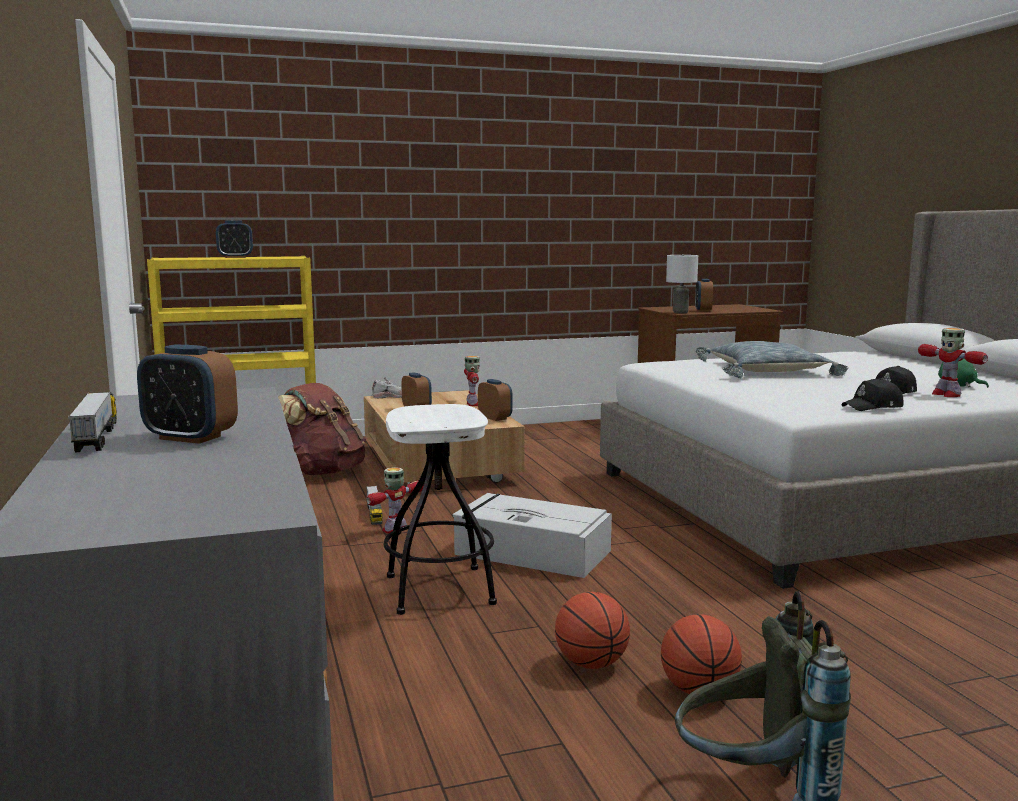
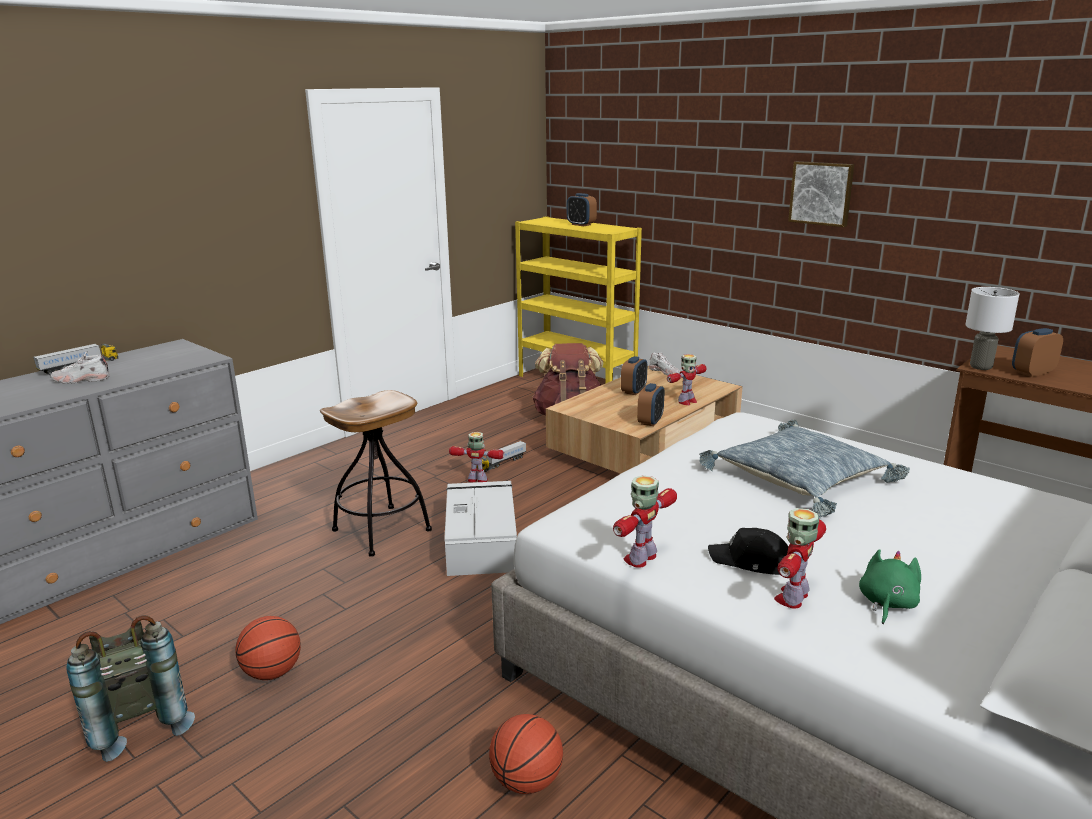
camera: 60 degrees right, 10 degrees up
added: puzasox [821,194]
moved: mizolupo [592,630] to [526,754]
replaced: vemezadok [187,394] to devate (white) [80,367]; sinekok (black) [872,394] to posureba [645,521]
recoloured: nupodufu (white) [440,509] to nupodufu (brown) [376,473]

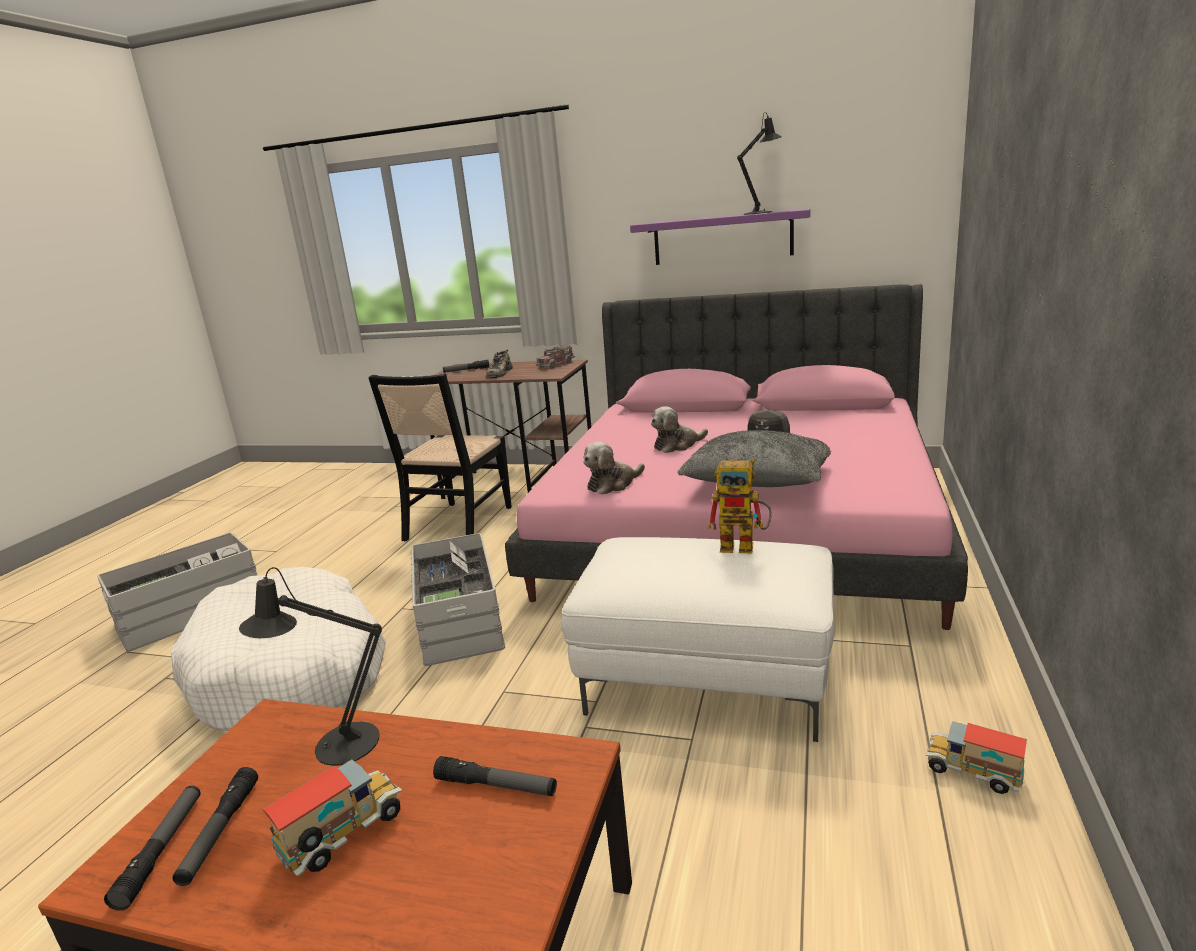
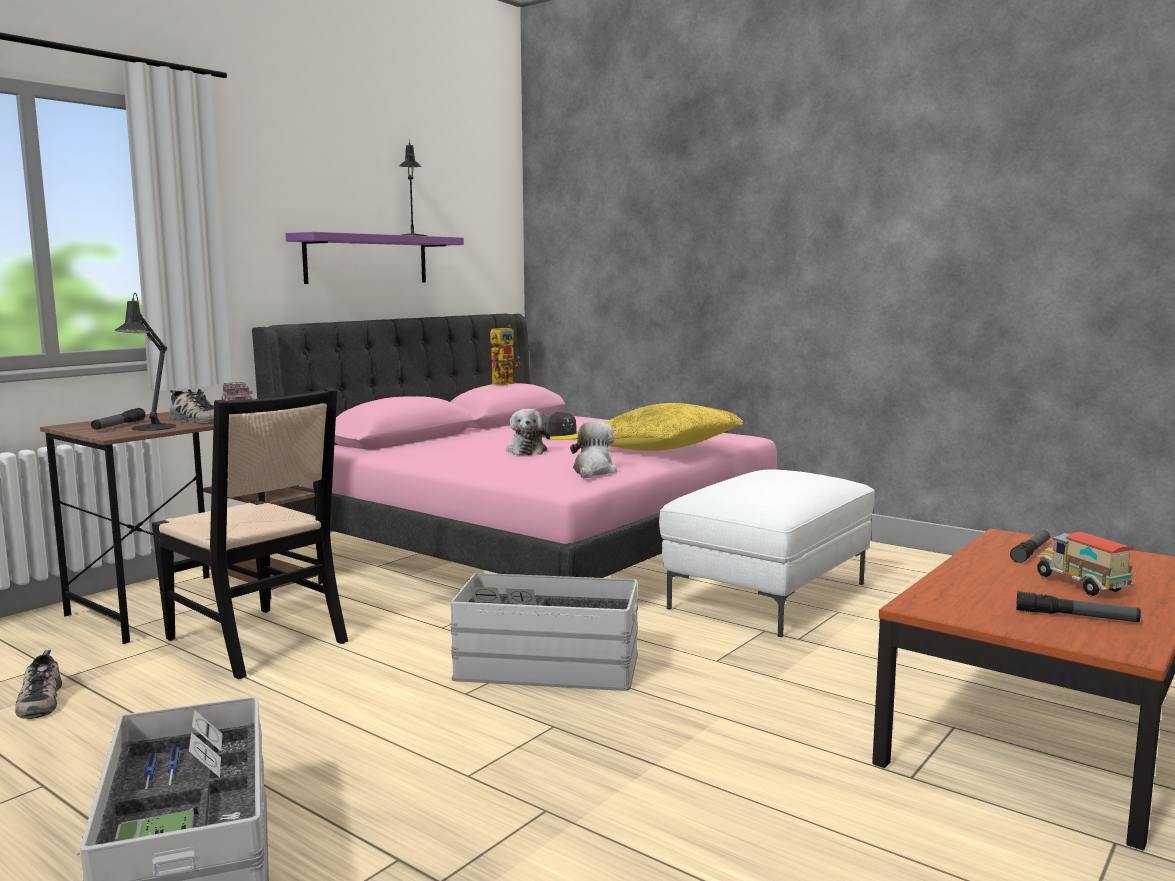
camera: 70 degrees left, 10 degrees down
removed: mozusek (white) [278,649]; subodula [976,757]; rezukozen [152,848]
added: devate [38,684]
moved: posureba [740,506] to [505,355]; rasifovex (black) [310,666] to [145,362]
recoloured: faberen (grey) [754,458] to faberen (yellow) [674,427]
turned: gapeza [614,468] = [593,449] 150 degrees counterclockwise

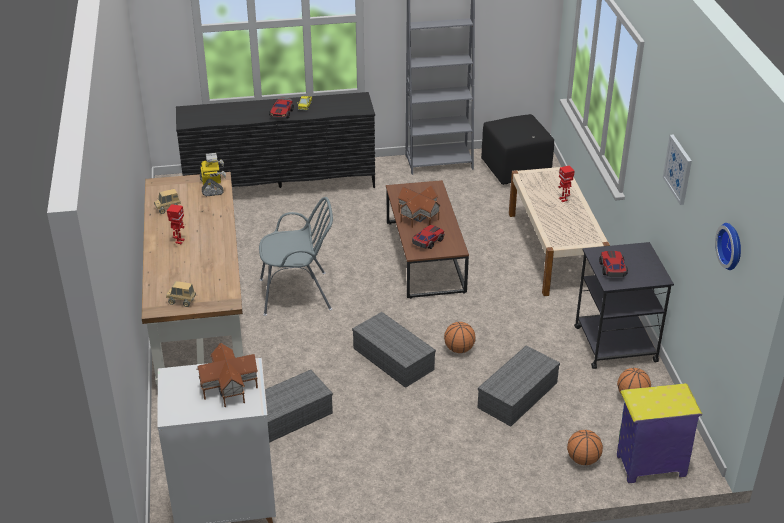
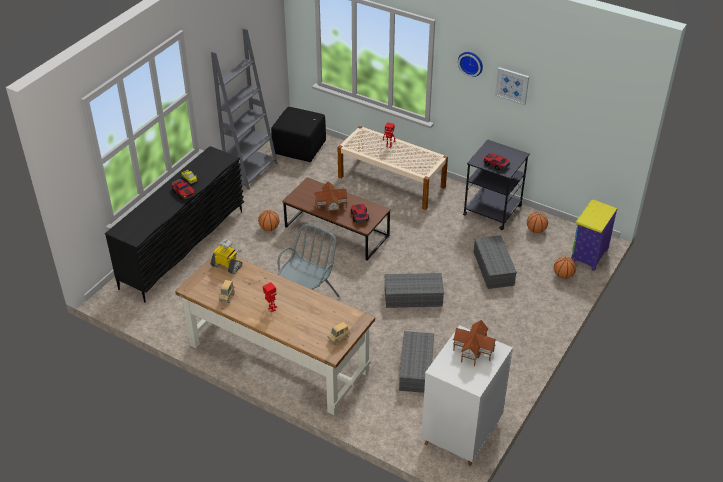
camera: 50 degrees left, 5 degrees up
moved: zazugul [728,246] to [470,64]; mizolupo [460,337] to [268,220]

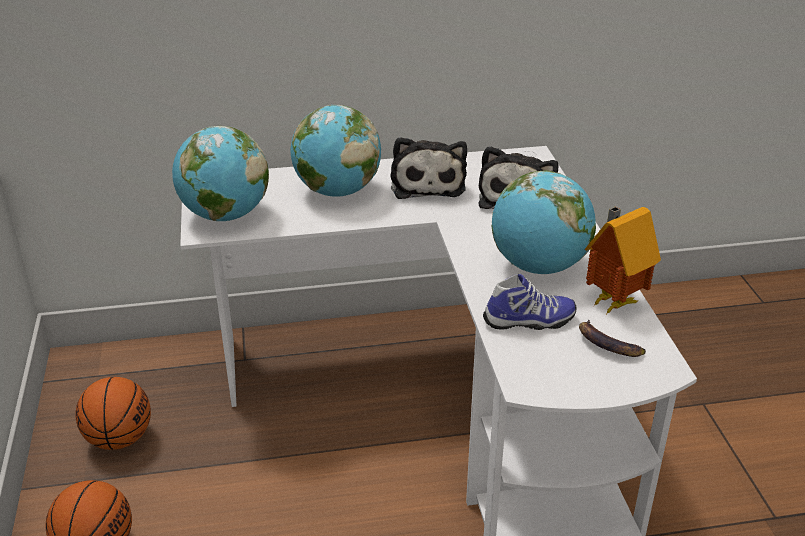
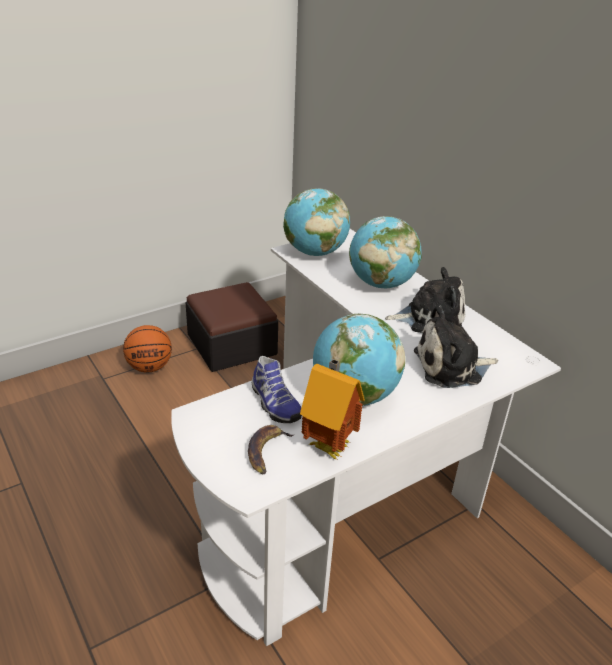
camera: 65 degrees right, 0 degrees up
replaced: mizolupo [113,413] to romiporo [232,327]
turned: gapeza [429,168] = [425,300] 150 degrees counterclockwise

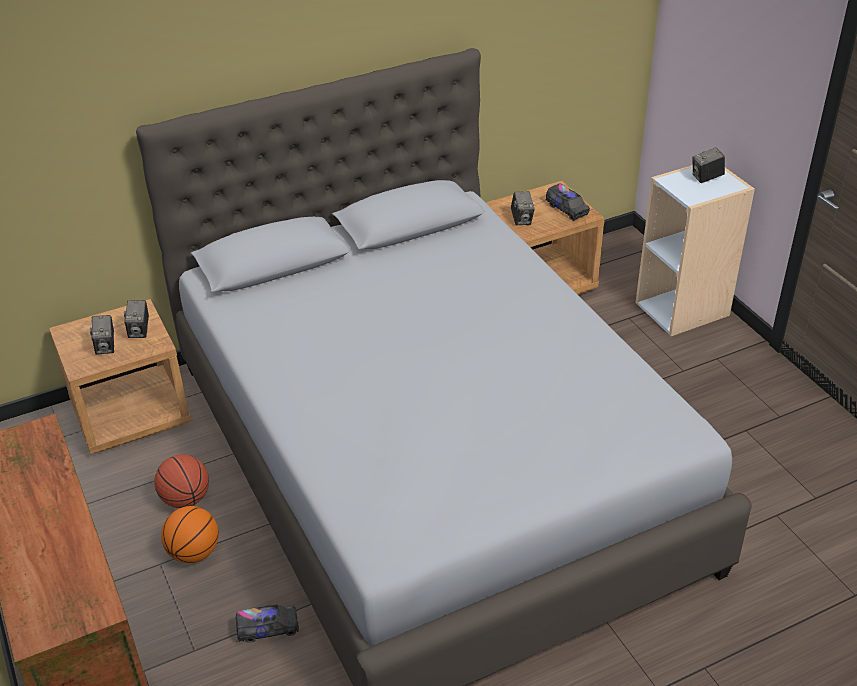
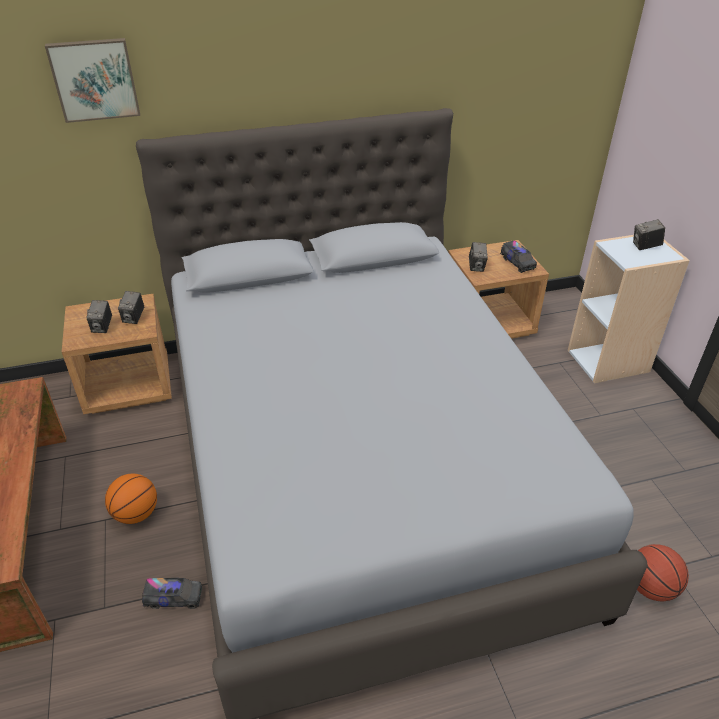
camera: 10 degrees right, 0 degrees up
added: puzasox [92,80]
moved: mizolupo [181,481] to [663,573]

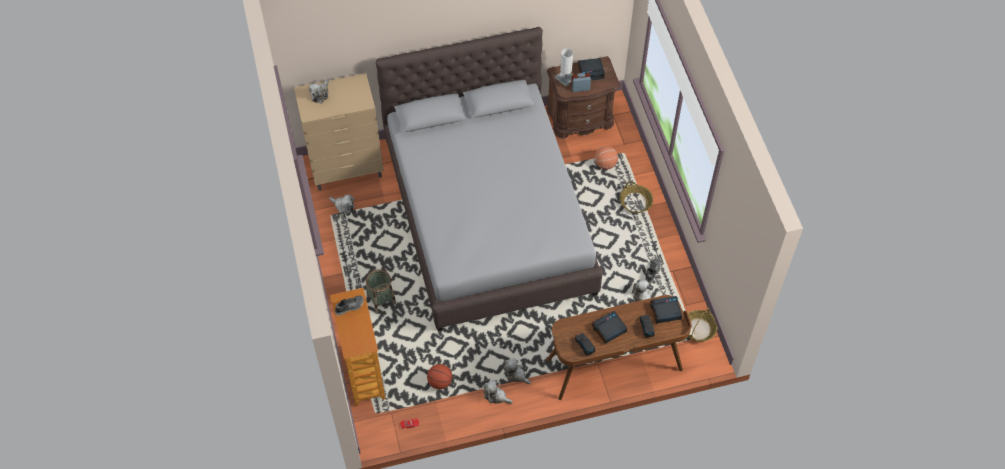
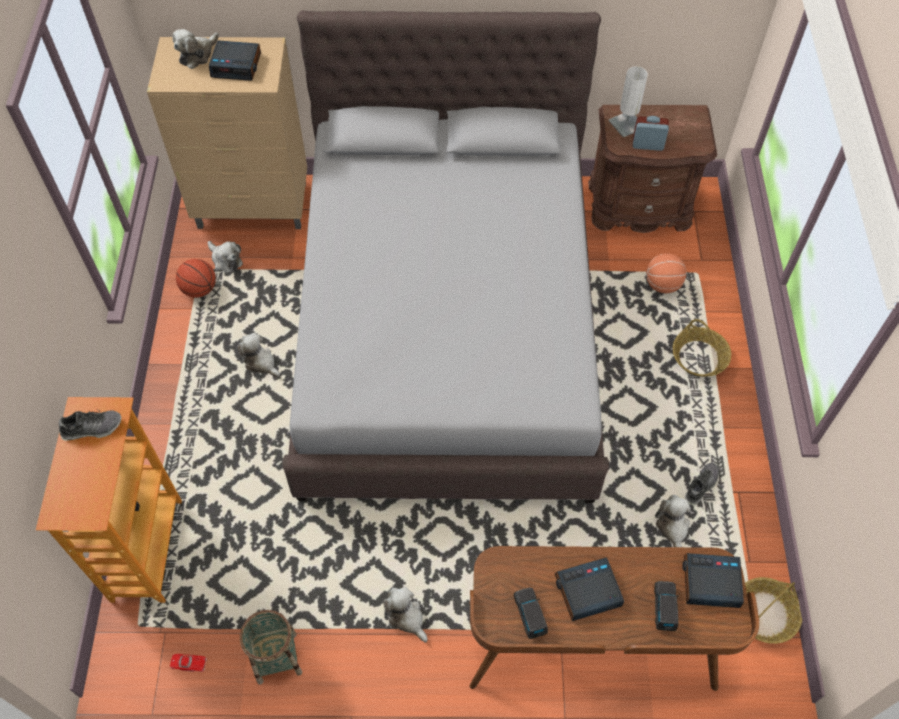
camera: 15 degrees right, 0 degrees up
moved: vemezadok [591,69] to [235,60]; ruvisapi [381,291] to [271,647]; mizolupo [439,376] to [196,278]; gapeza [498,392] to [258,355]

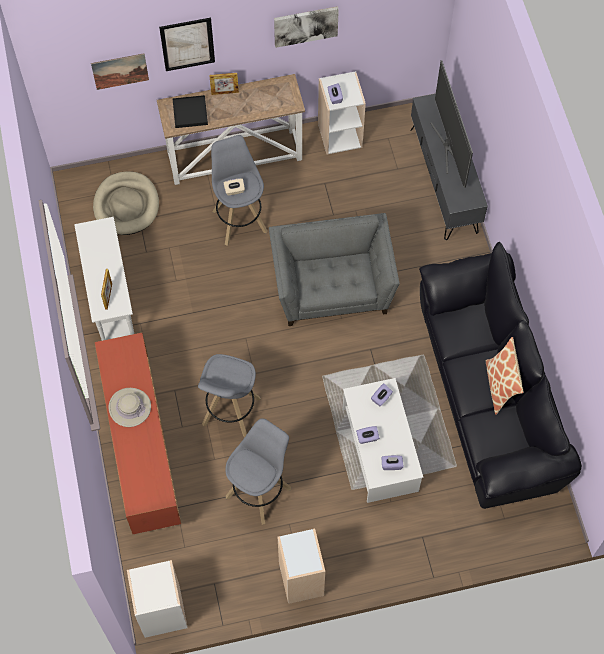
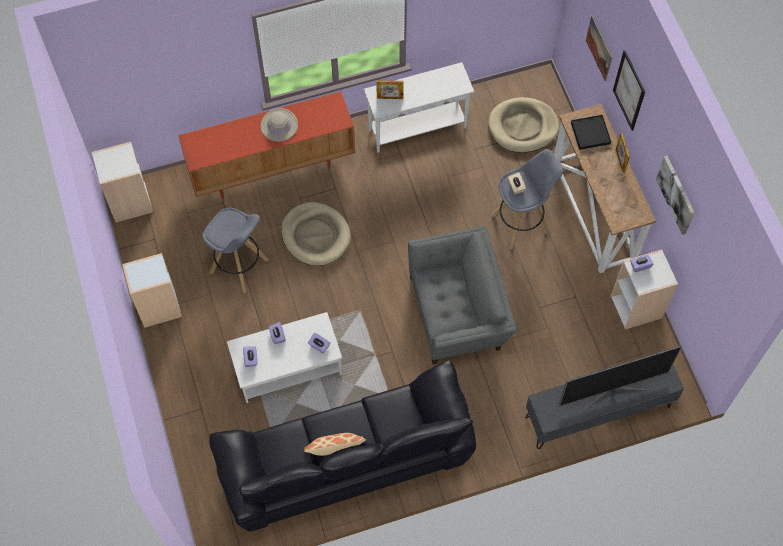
camera: 85 degrees right, 0 degrees up
replaced: nupodufu (grey) [229,396] to mozusek (beige) [316,234]

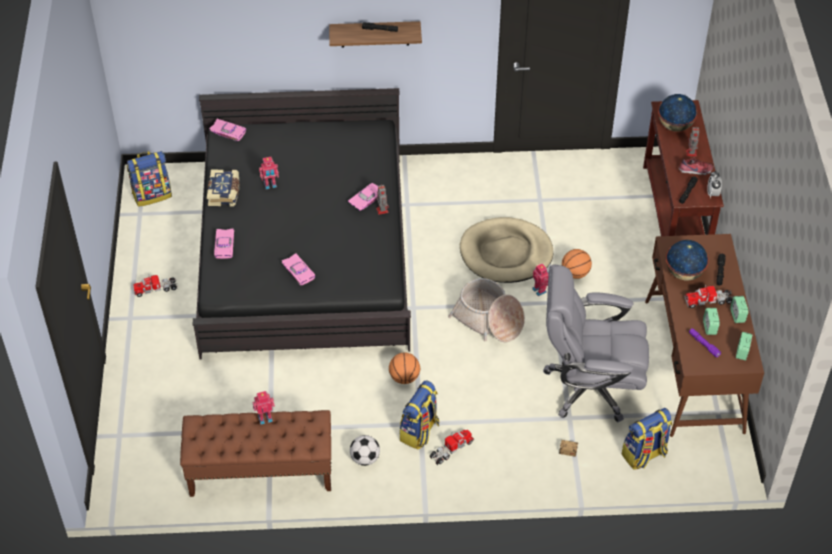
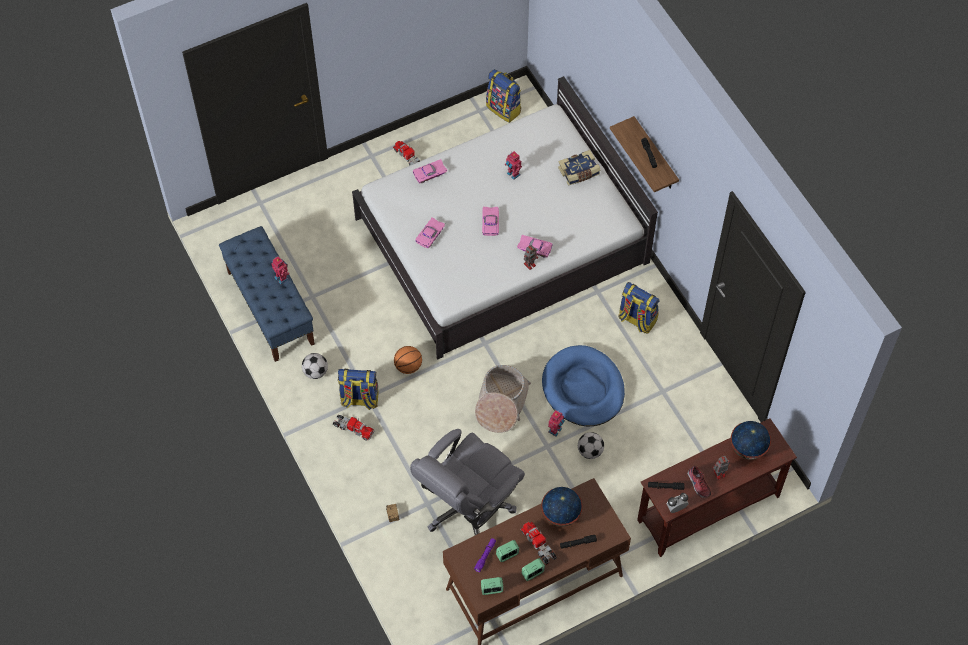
camera: 65 degrees right, 10 degrees up
moved: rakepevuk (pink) [227,130] to [490,221]; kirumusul [223,188] to [579,168]; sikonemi [647,439] to [639,308]
replaced: mizolupo [577,264] to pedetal [591,445]
recoloured: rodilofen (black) [301,224] to rodilofen (white) [505,218]; mozusek (beige) [506,250] to mozusek (blue) [583,385]; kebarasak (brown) [255,453] to kebarasak (blue) [267,294]
turned: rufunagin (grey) [596,343] = [467,482] 120 degrees counterclockwise

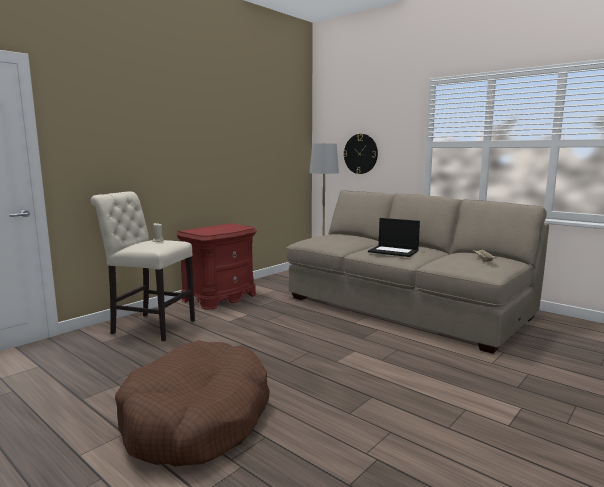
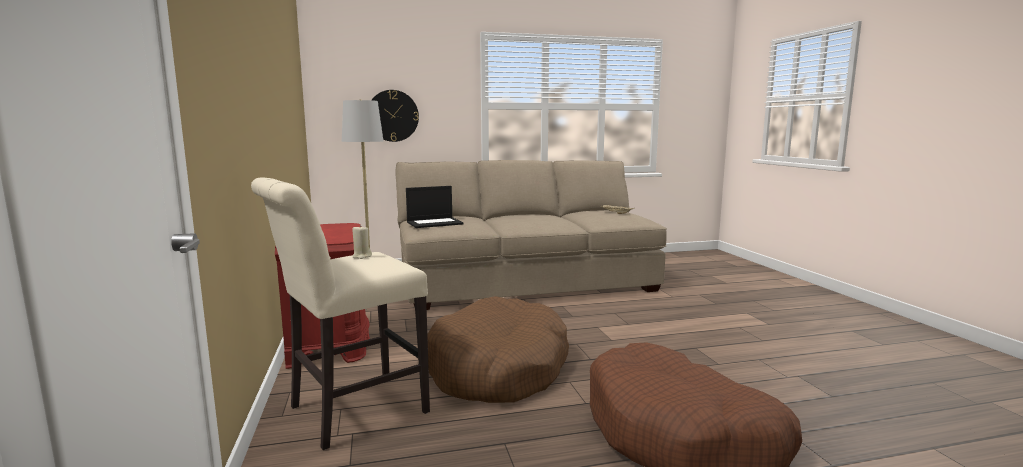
camera: 55 degrees left, 0 degrees up
added: mozusek (brown) [498,349]
moved: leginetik [394,237] to [434,207]

